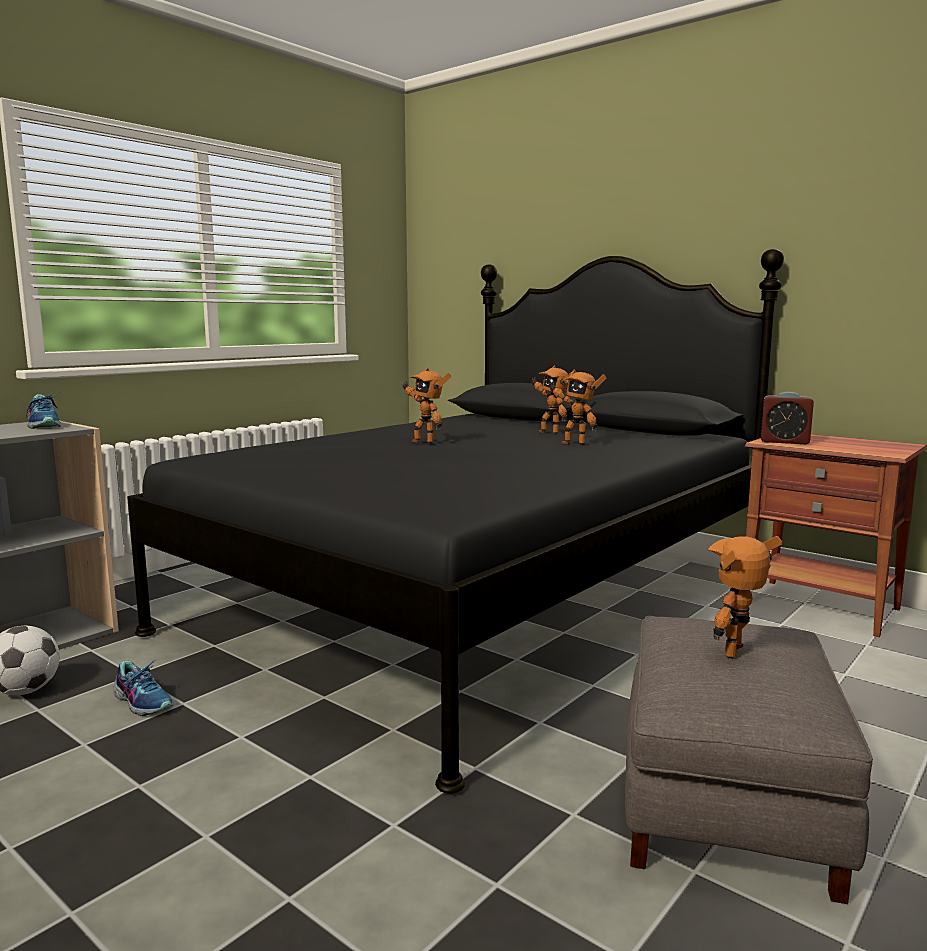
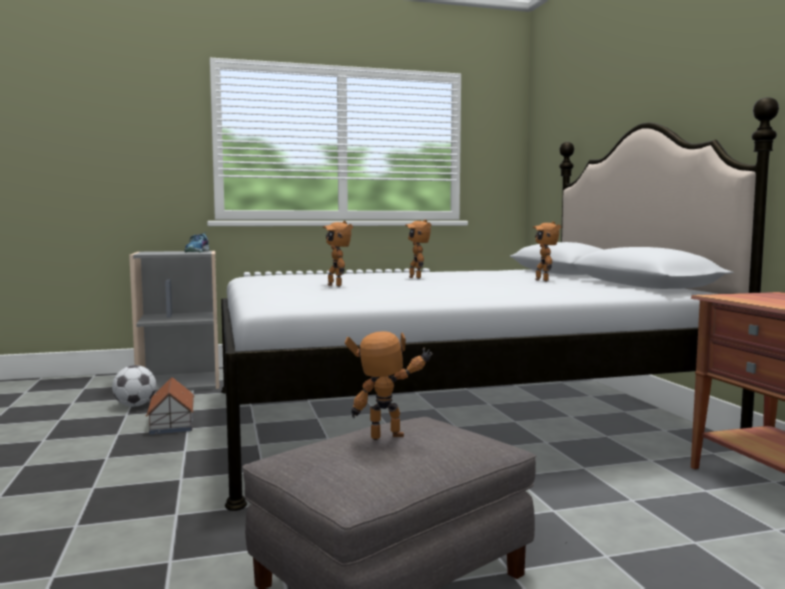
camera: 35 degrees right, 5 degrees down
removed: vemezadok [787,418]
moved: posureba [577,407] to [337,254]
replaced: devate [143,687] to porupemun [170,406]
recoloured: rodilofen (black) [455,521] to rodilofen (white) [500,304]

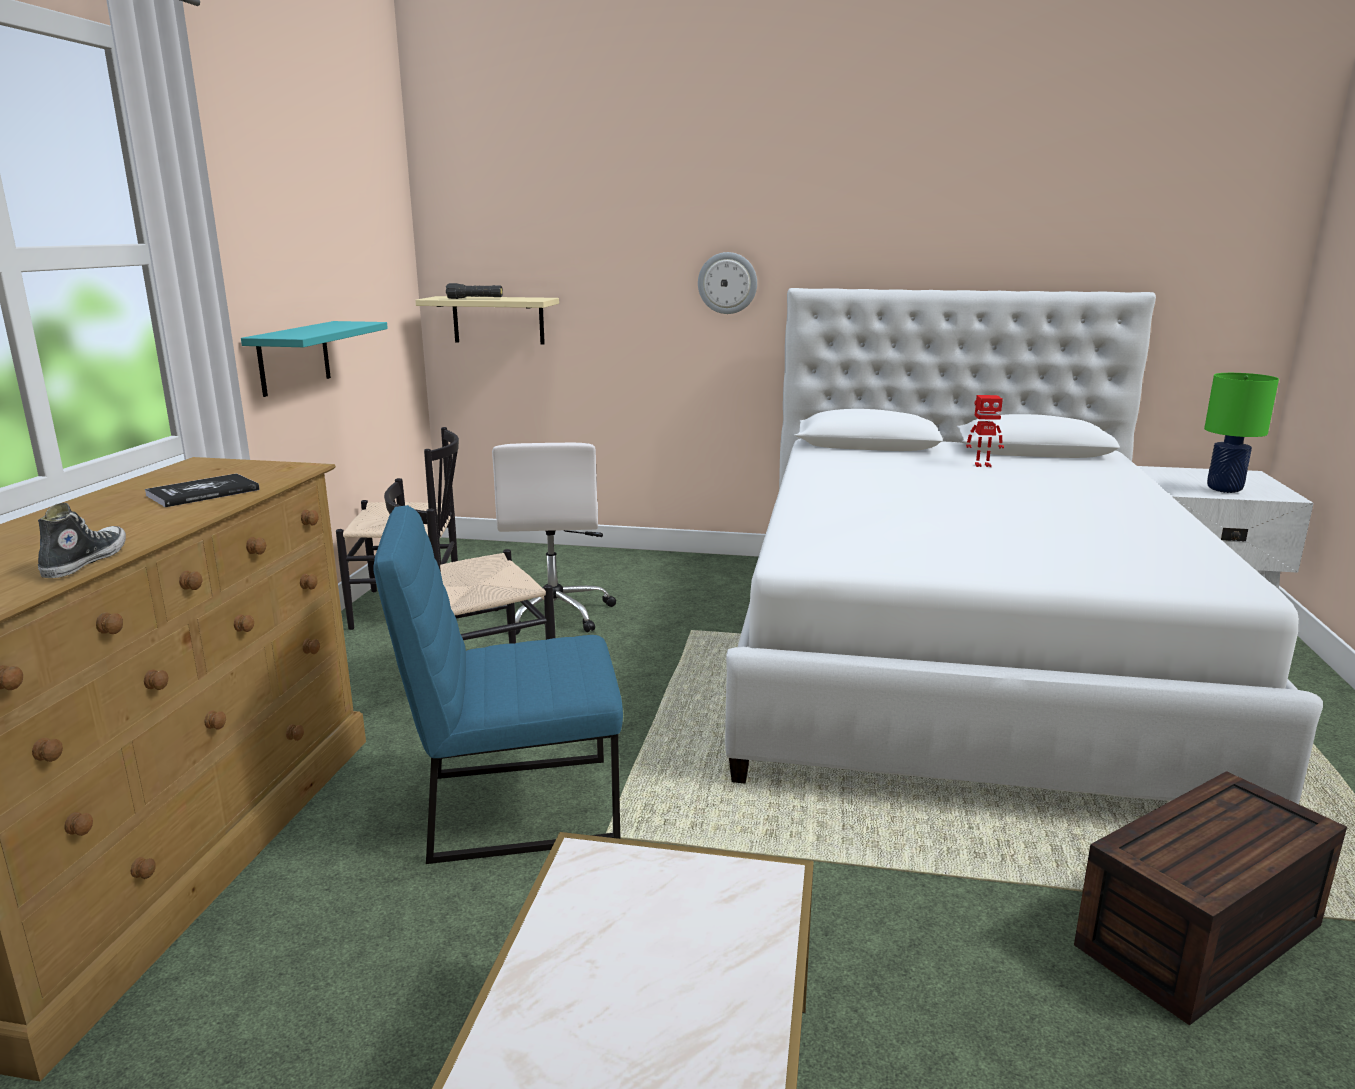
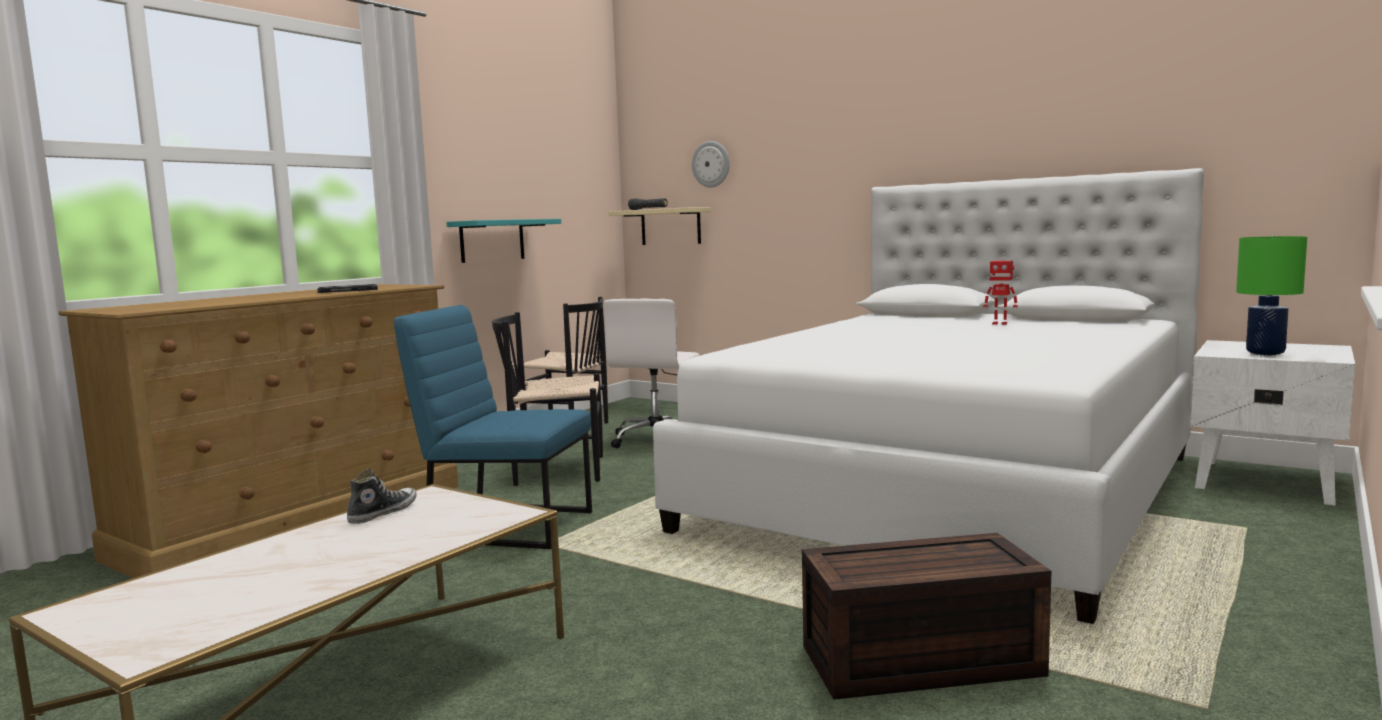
camera: 25 degrees right, 10 degrees down
moved: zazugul [727,283] to [711,164]; devate [82,540] to [382,496]

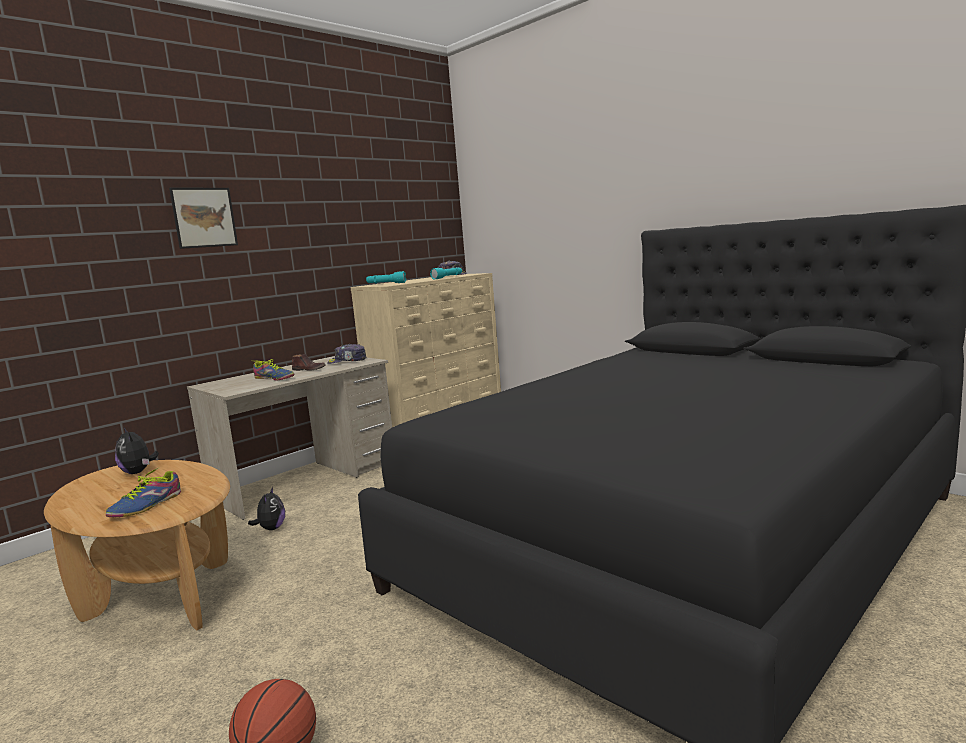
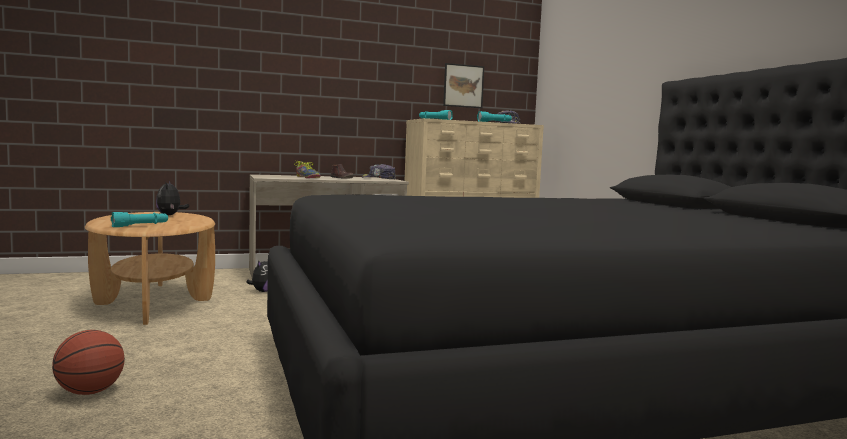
camera: 25 degrees right, 5 degrees down
moved: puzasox [203,218] to [463,85]
replaced: devate [143,492] to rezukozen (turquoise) [139,219]

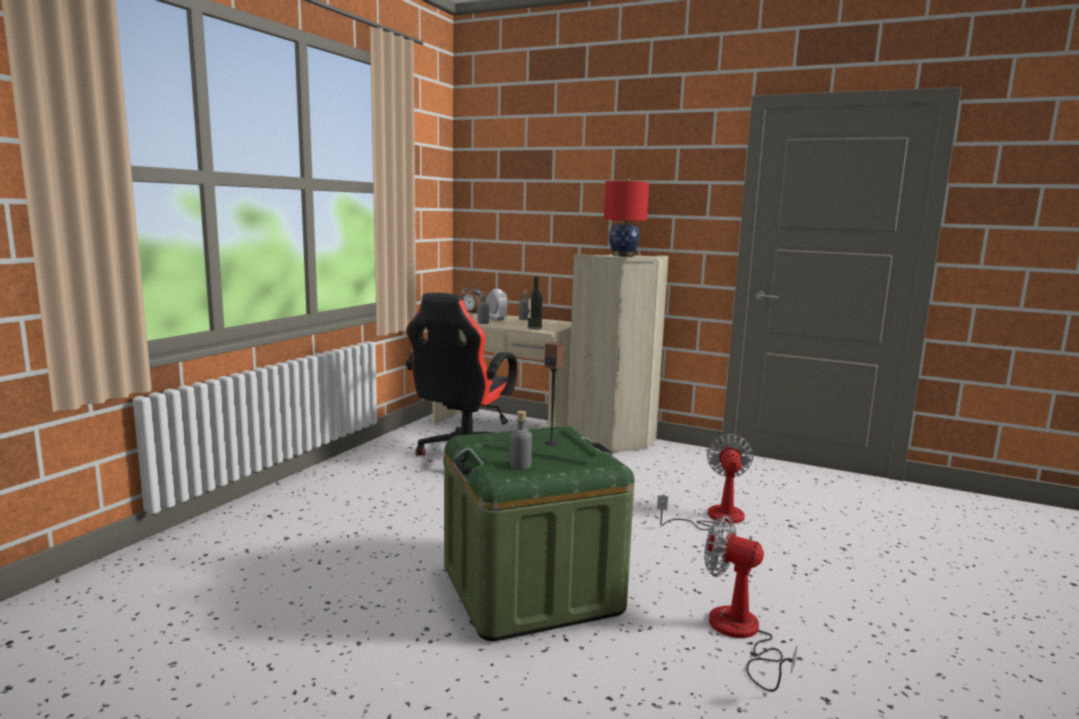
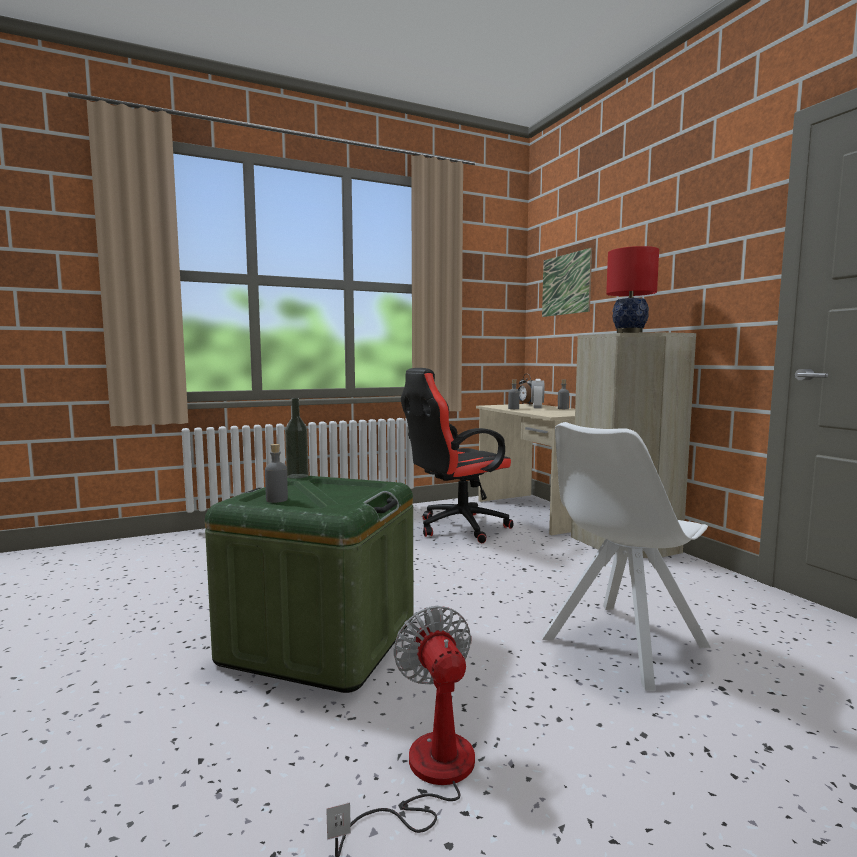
camera: 40 degrees right, 5 degrees down
removed: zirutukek [554,394]
added: puzasox [567,282]
moved: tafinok [535,303] to [297,438]
replaced: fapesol [705,482] to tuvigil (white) [626,556]

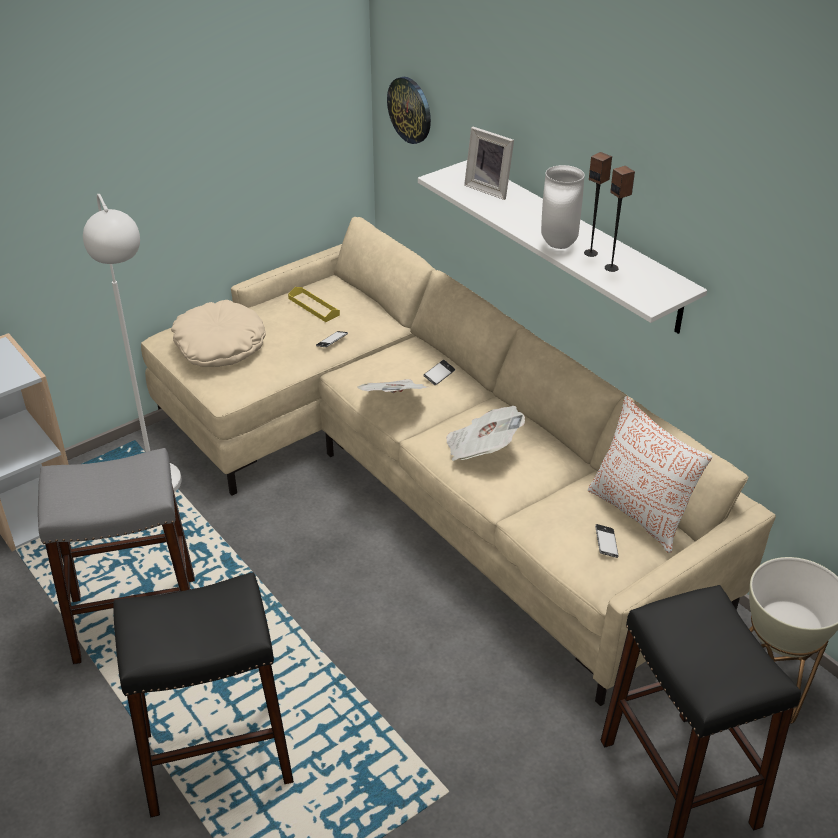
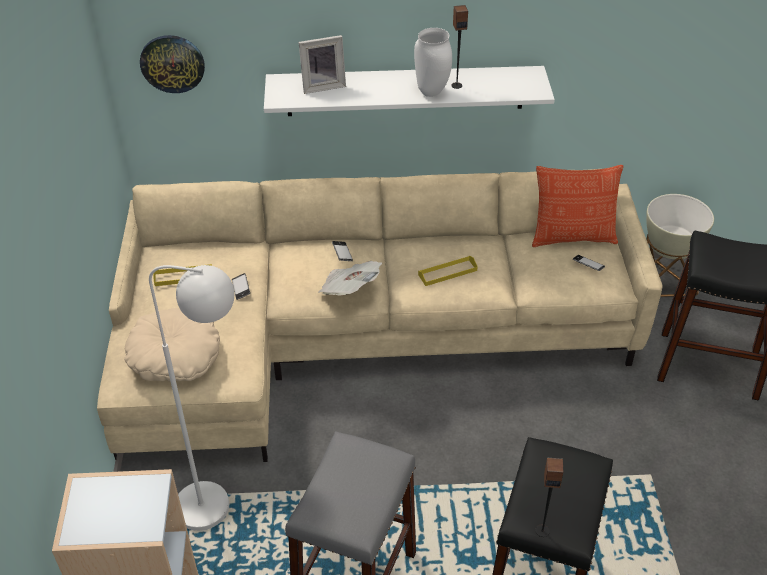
camera: 55 degrees left, 5 degrees up
moved: zirutukek [620,219] to [549,497]
replaced: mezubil [485,433] to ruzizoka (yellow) [448,271]
recoloured: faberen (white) [650,474] to faberen (orange) [577,206]

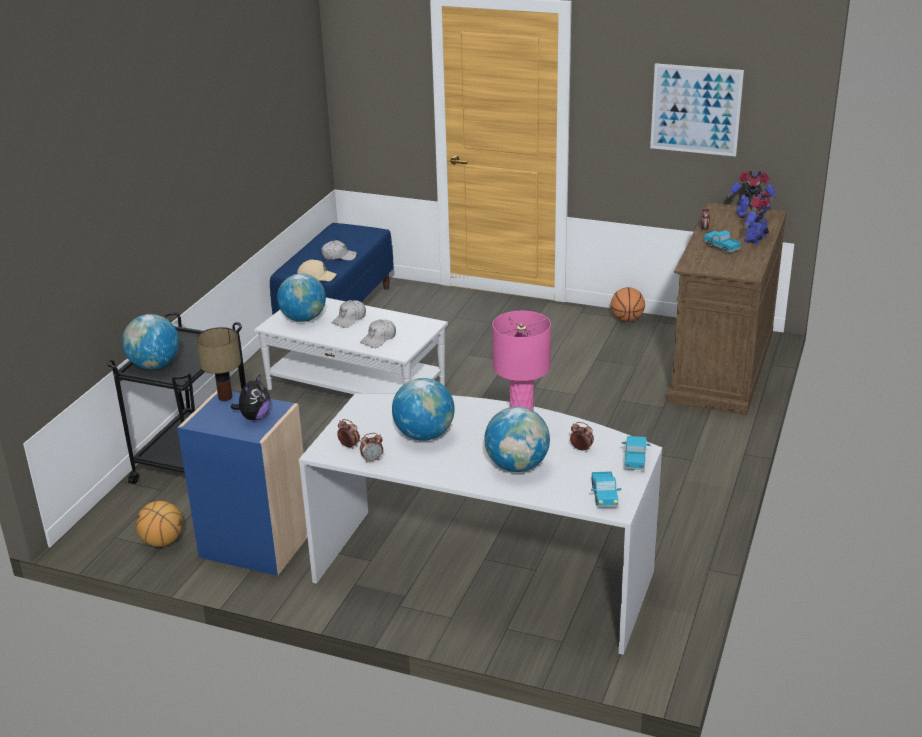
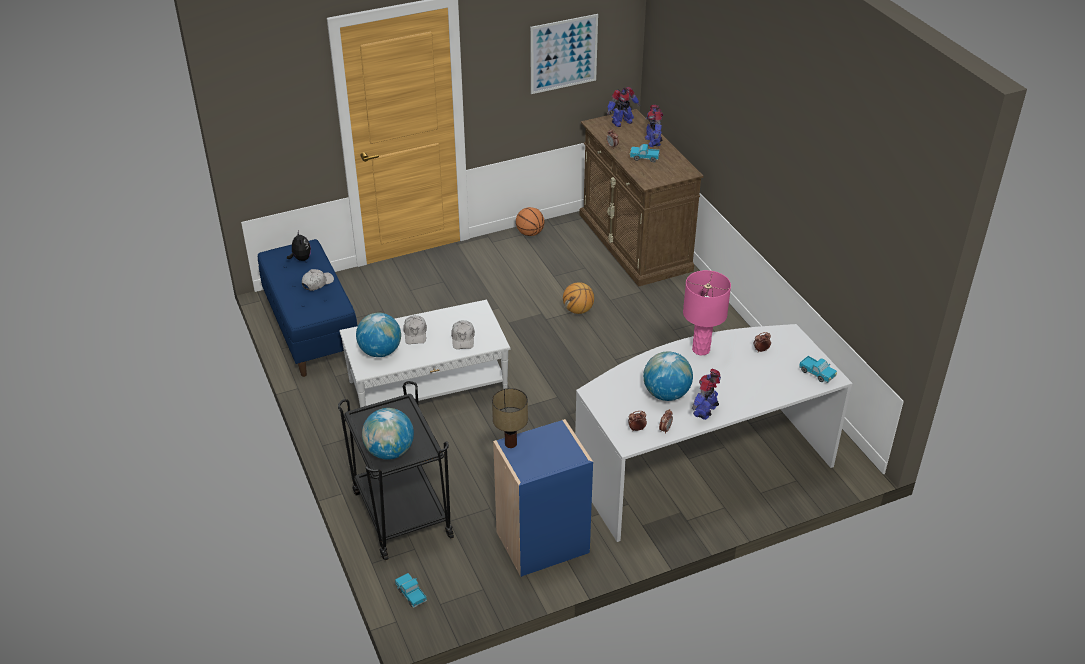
camera: 45 degrees left, 10 degrees up
removed: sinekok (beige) [317,270]; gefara [517,439]
added: posureba [706,394]
moved: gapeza [251,397] to [299,245]; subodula [636,453] to [411,590]; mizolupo [159,524] to [578,298]

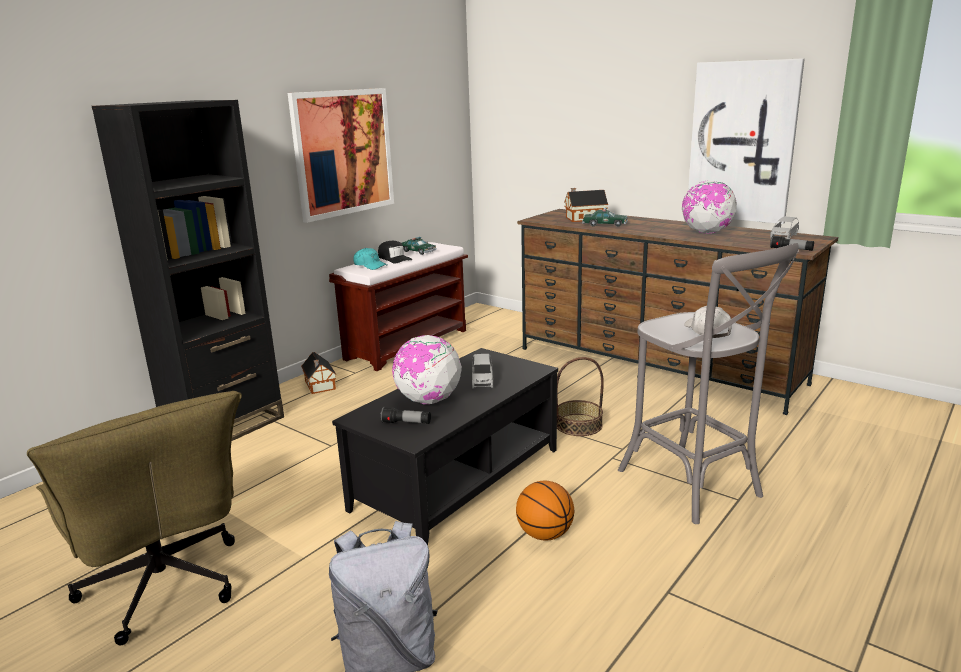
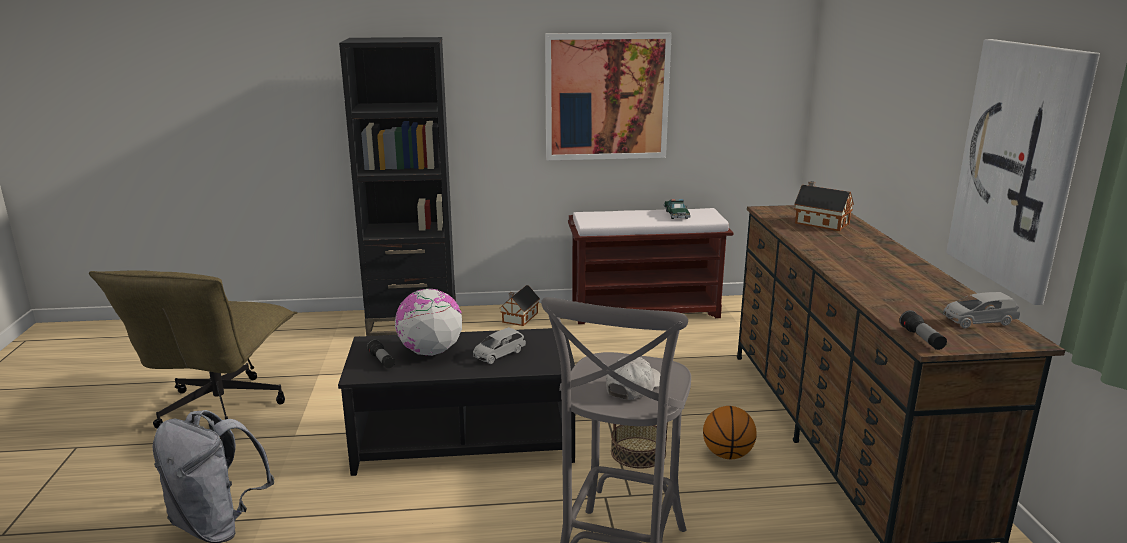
camera: 45 degrees right, 0 degrees up
removed: gefara [709,207]; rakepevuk [605,217]; sinekok (black) [395,252]; sinekok (turquoise) [370,259]
moved: mizolupo [545,511] to [730,432]

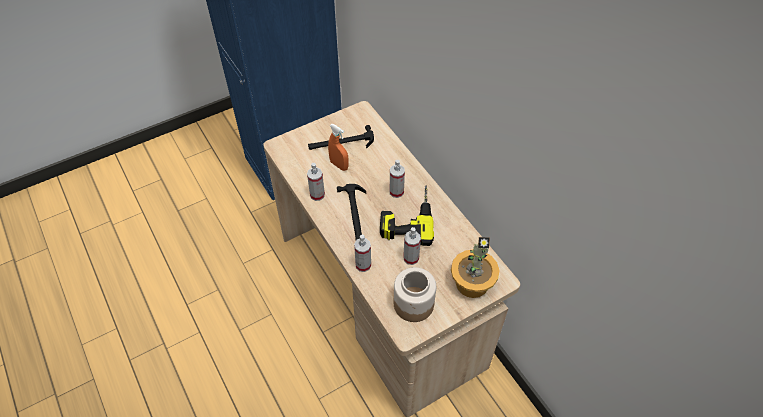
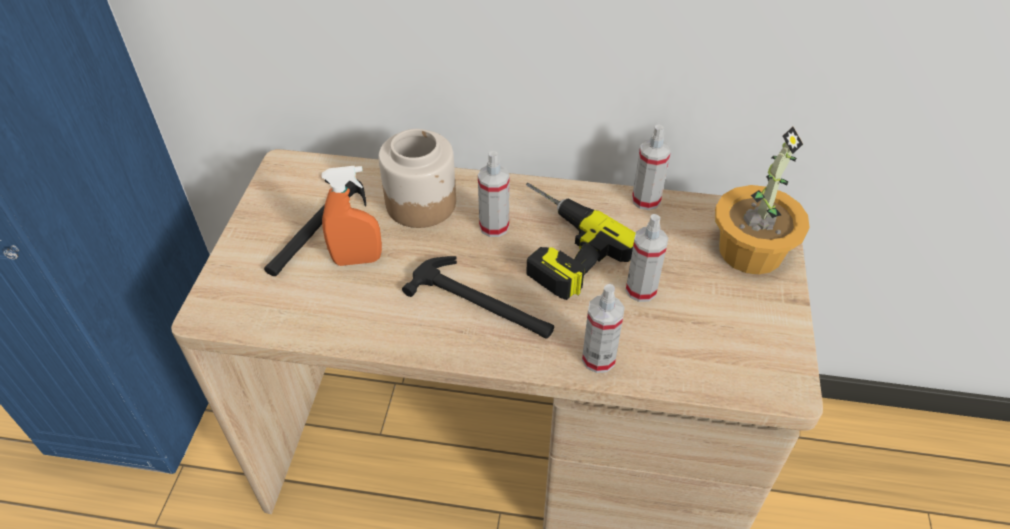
camera: 50 degrees left, 5 degrees down
moved: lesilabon [316,182] to [651,167]; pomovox [415,294] to [417,178]

